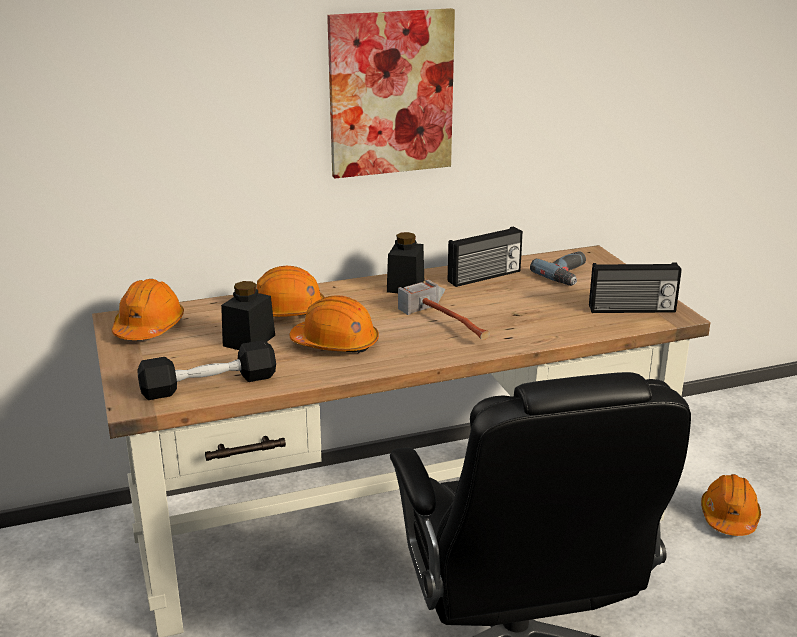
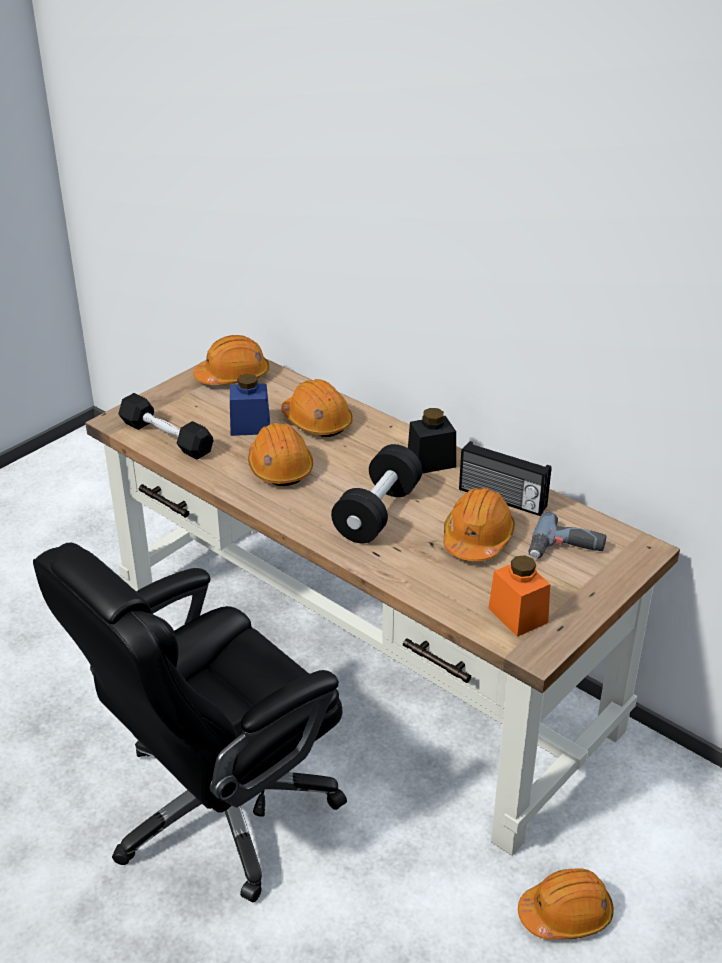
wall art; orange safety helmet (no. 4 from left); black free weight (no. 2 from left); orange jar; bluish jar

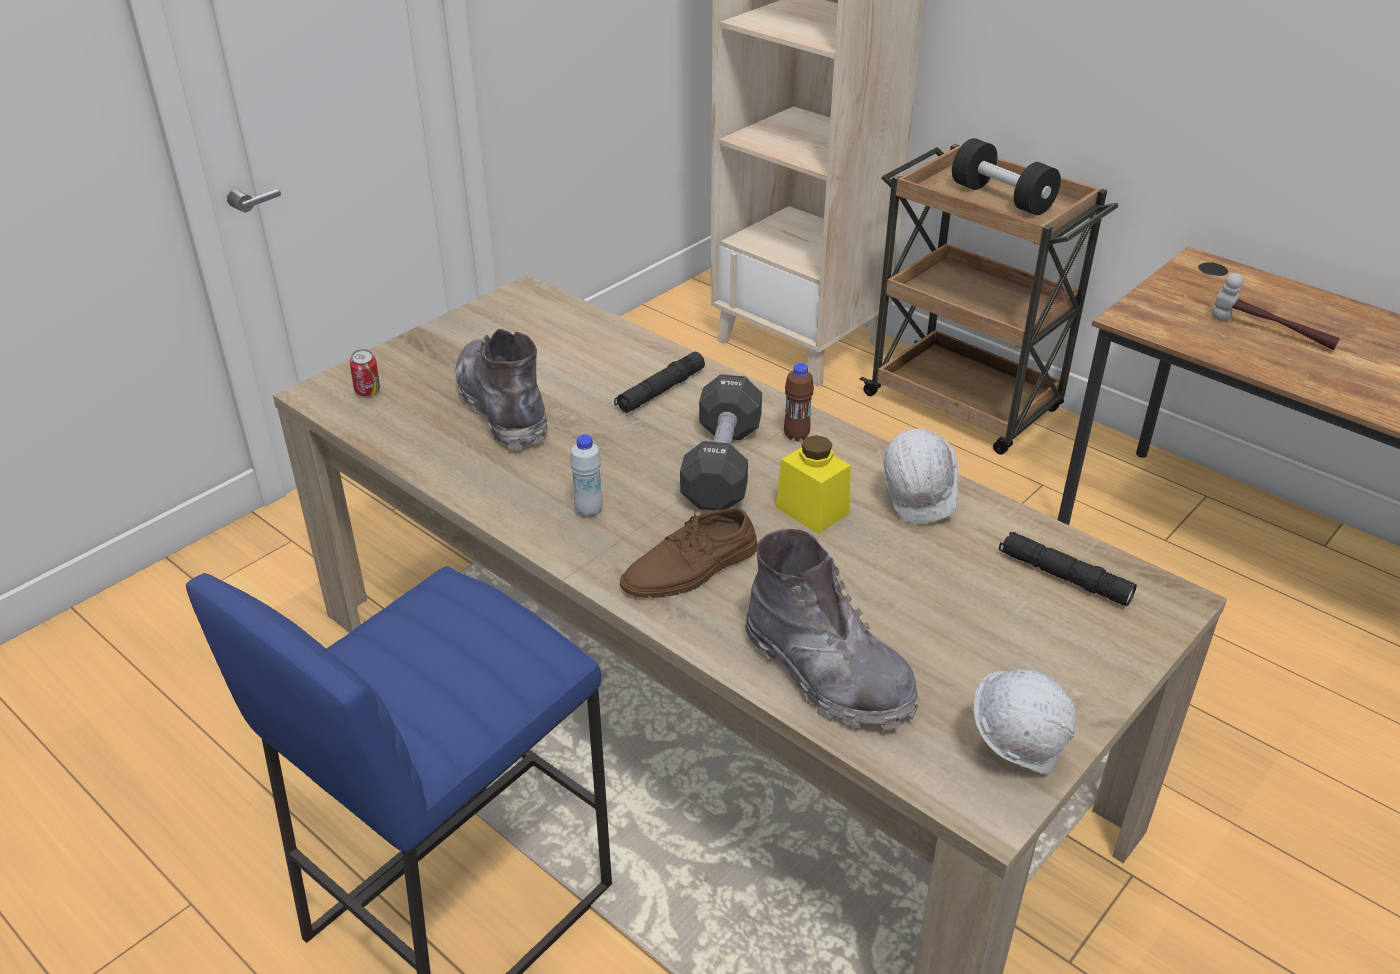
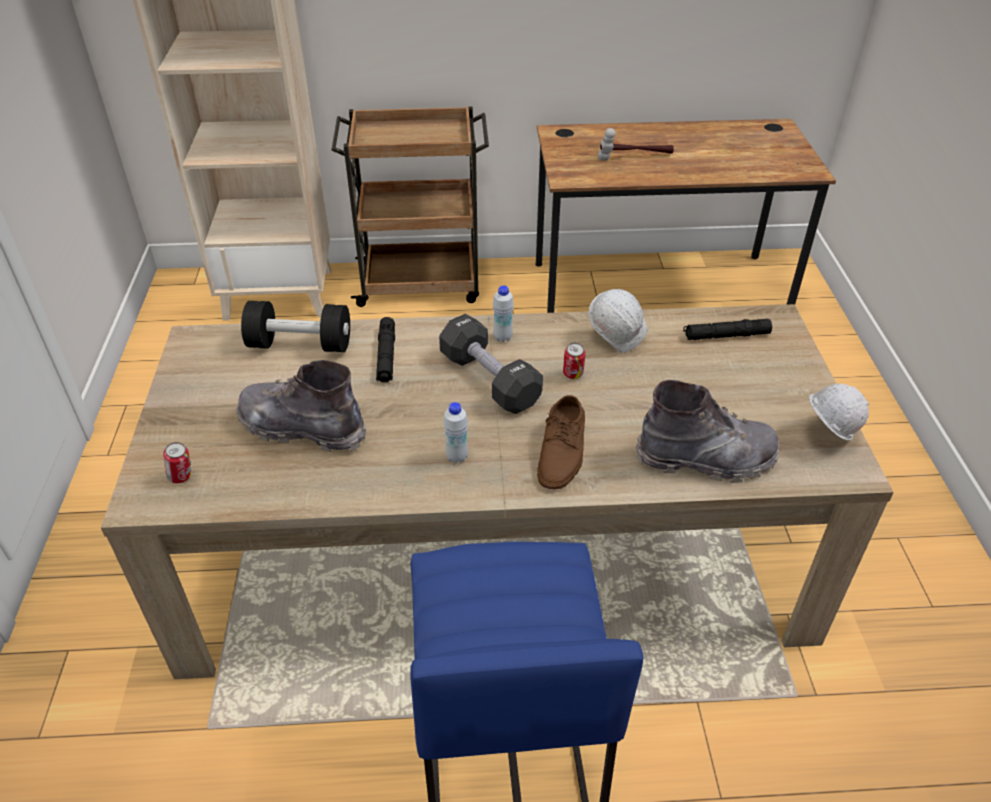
black free weight (no. 1 from left); metal can (no. 2 from left); white drink bottle (no. 2 from left)

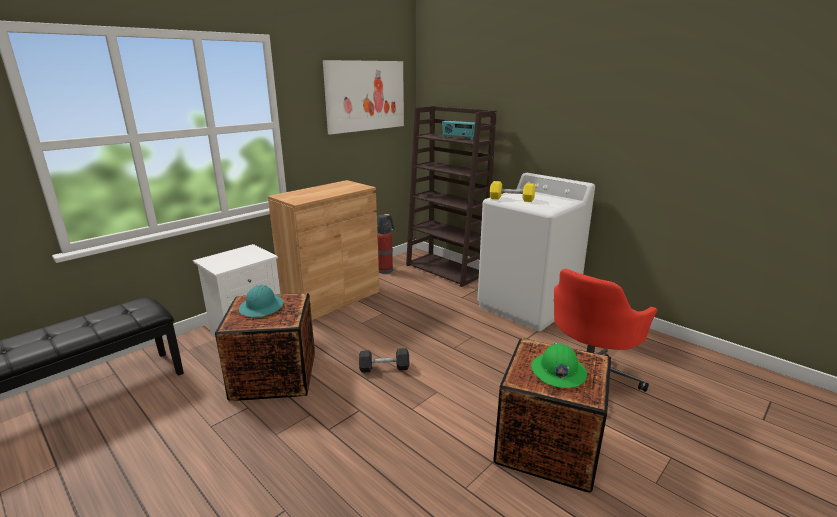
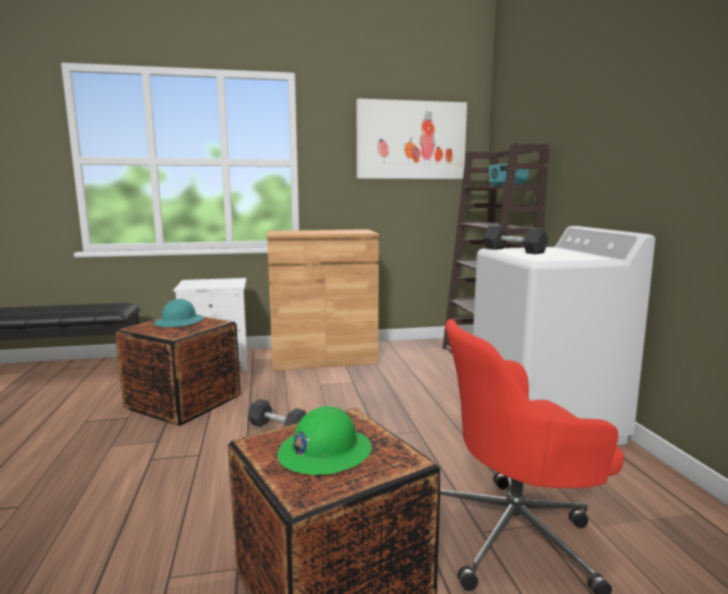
fire extinguisher; gray free weight (no. 2 from left)

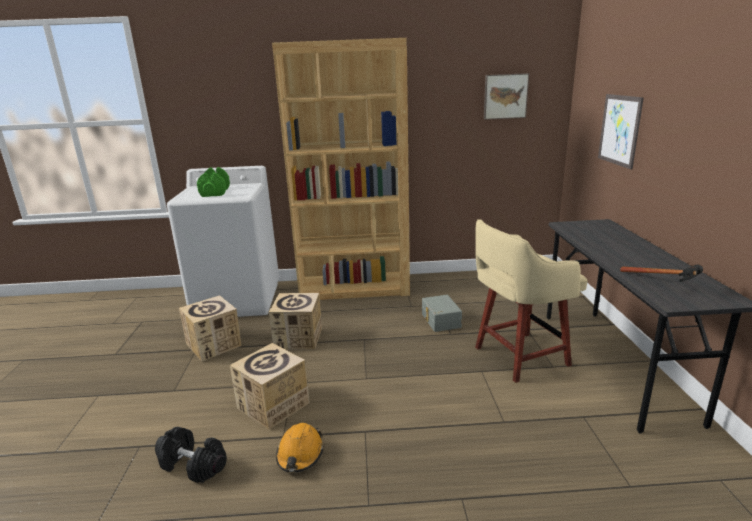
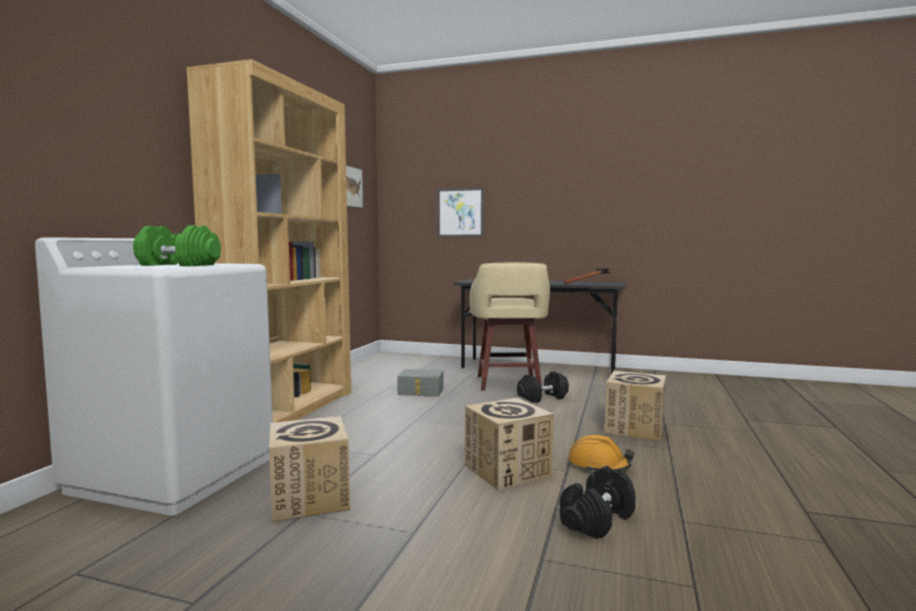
black free weight (no. 1 from left); packing box (no. 3 from left)

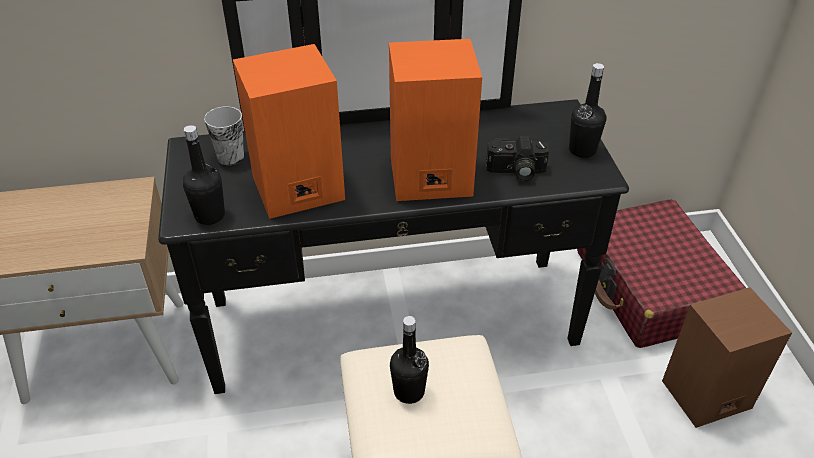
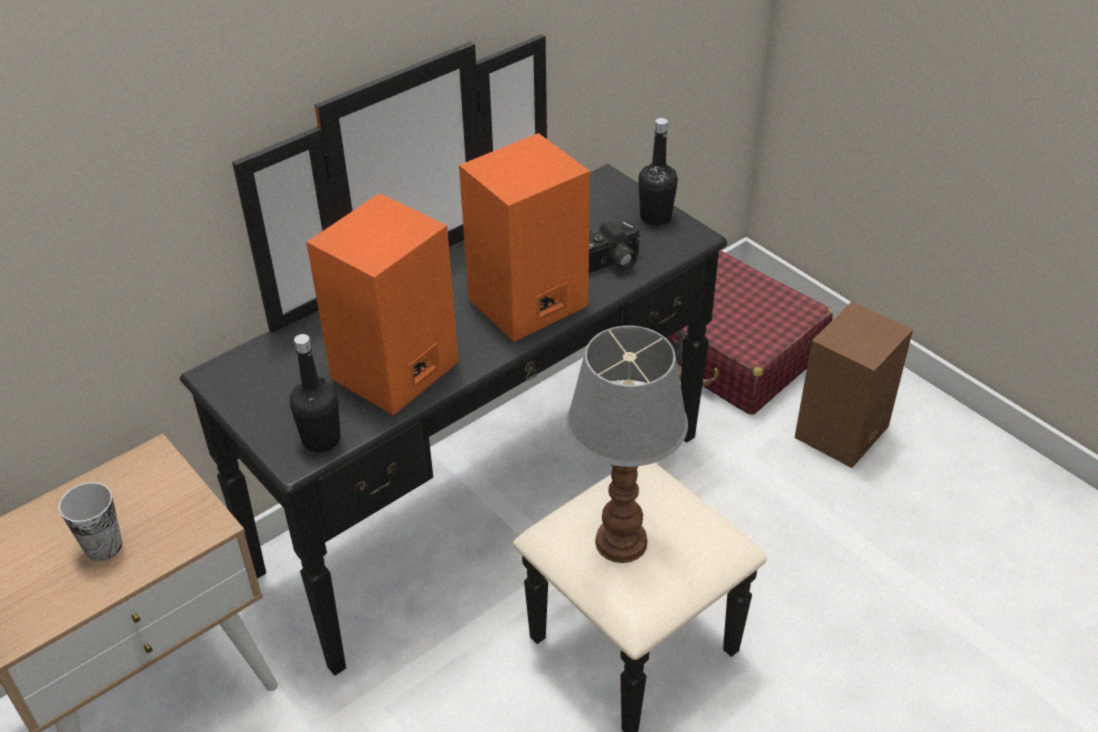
small cup; lamp for a table

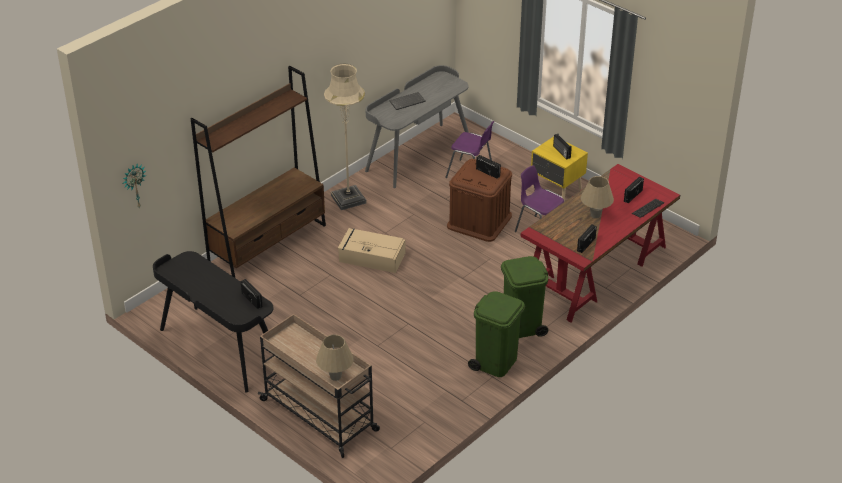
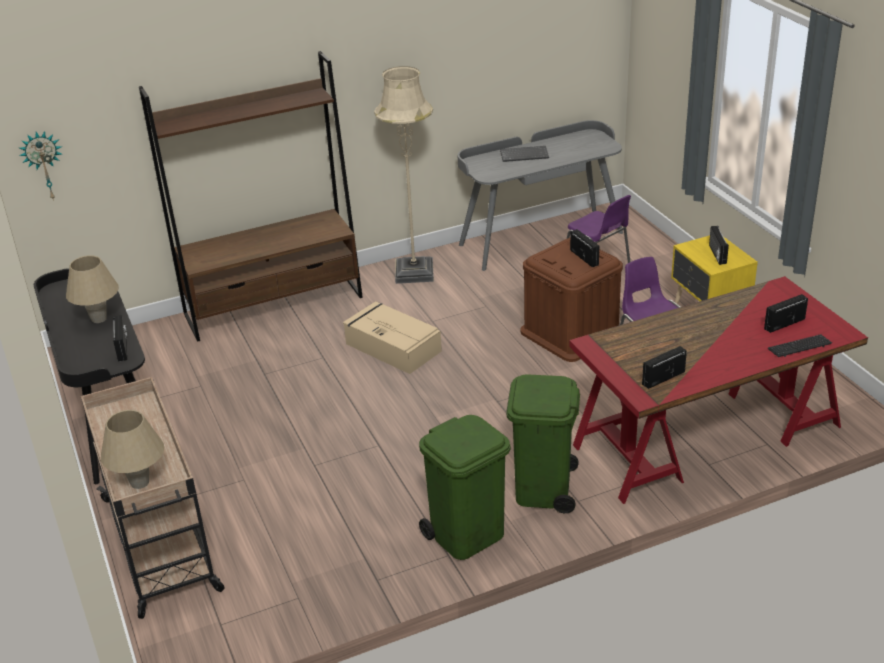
beige lamp for a table (no. 1 from left)

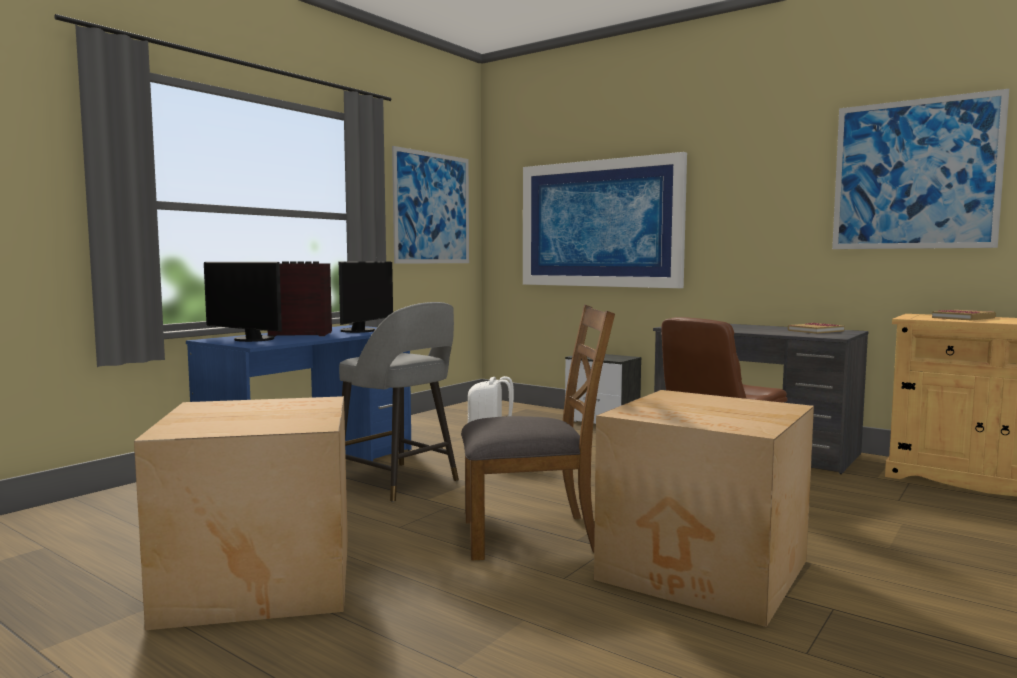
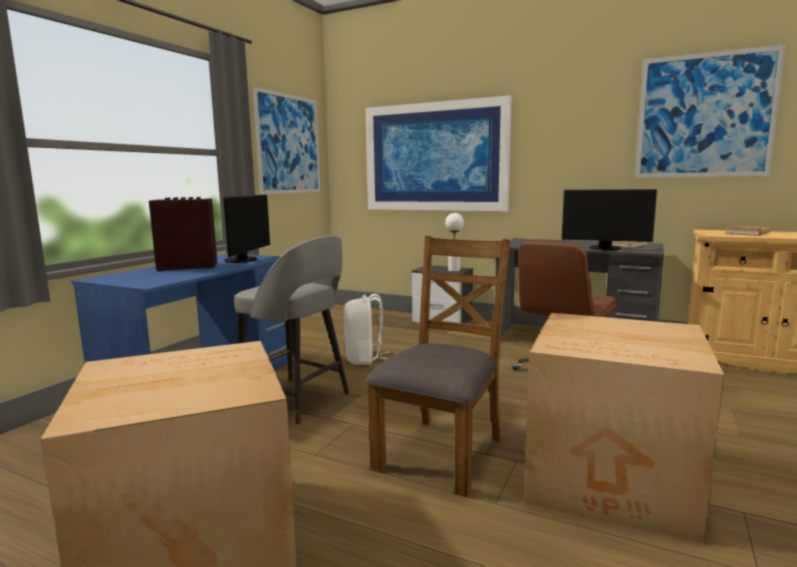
white lamp for a table; computer screen (no. 2 from left); brownish plain chair

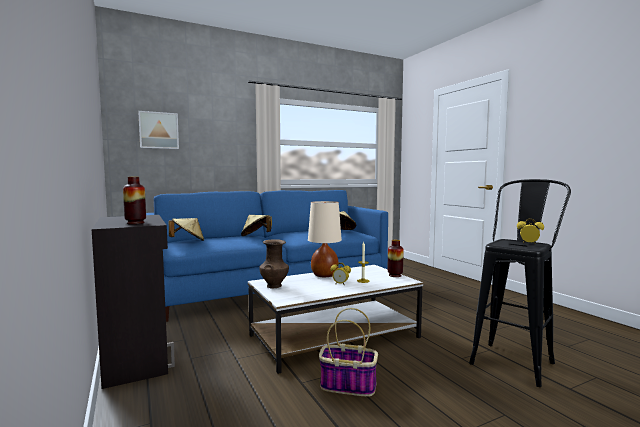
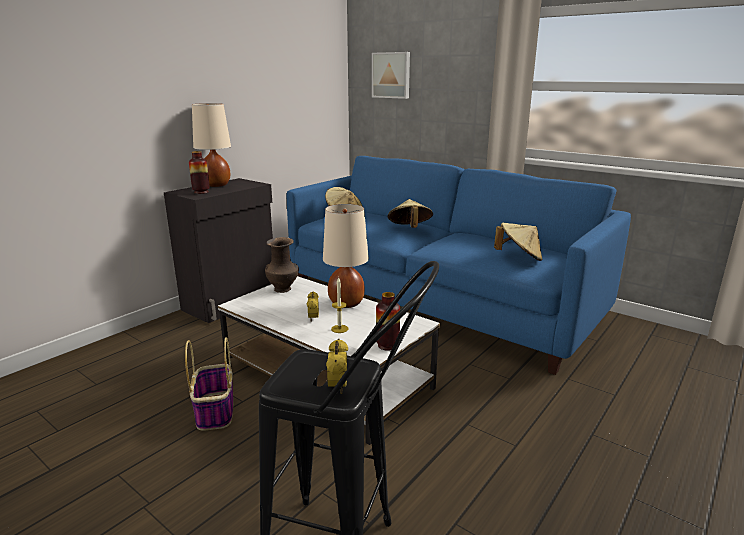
beige lamp for a table (no. 1 from left)

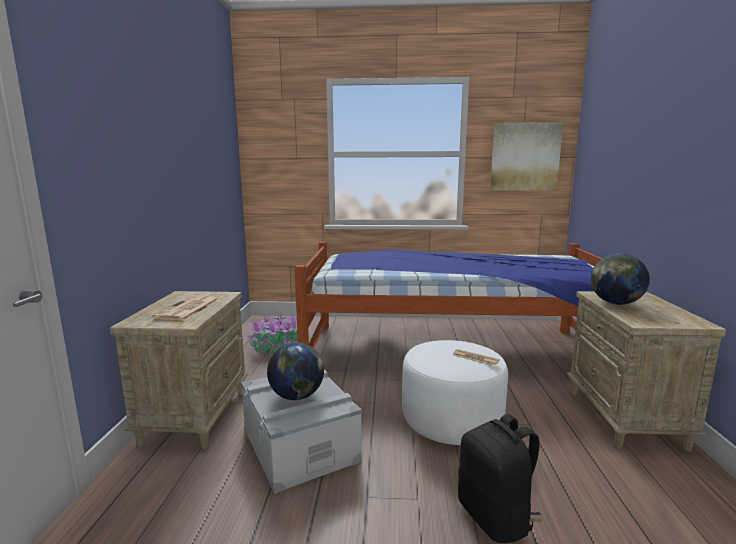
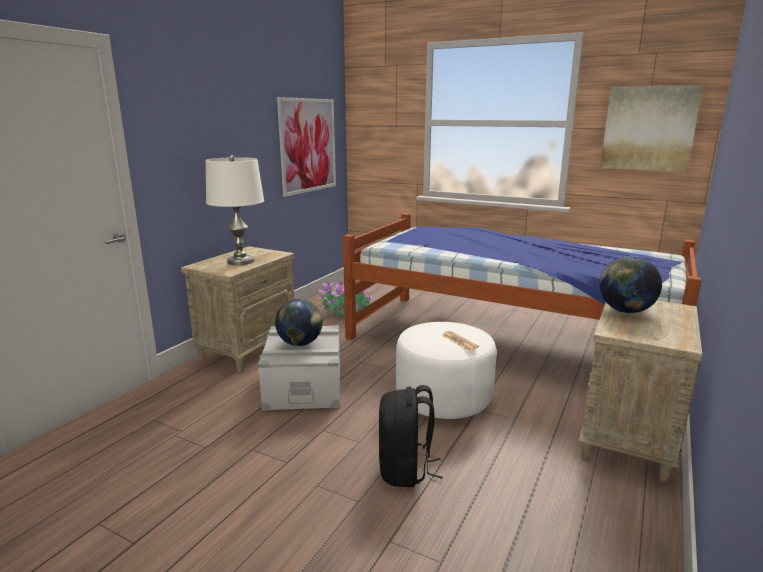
wall art (no. 1 from left); white lamp for a table

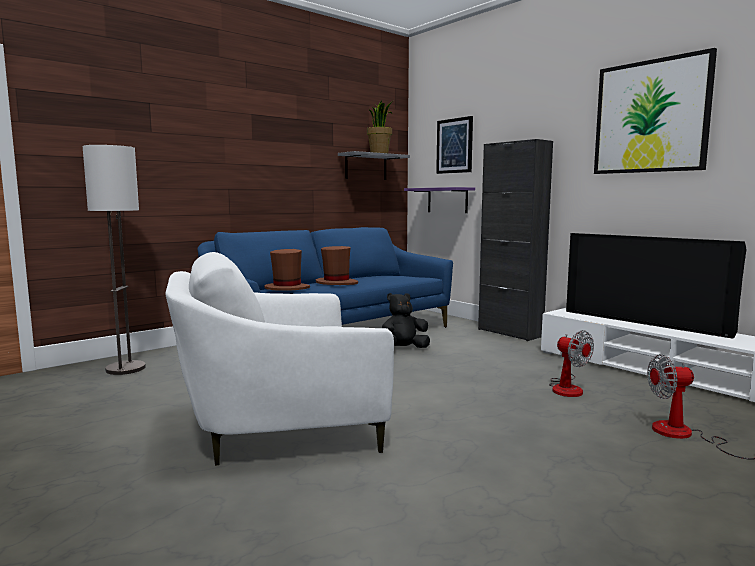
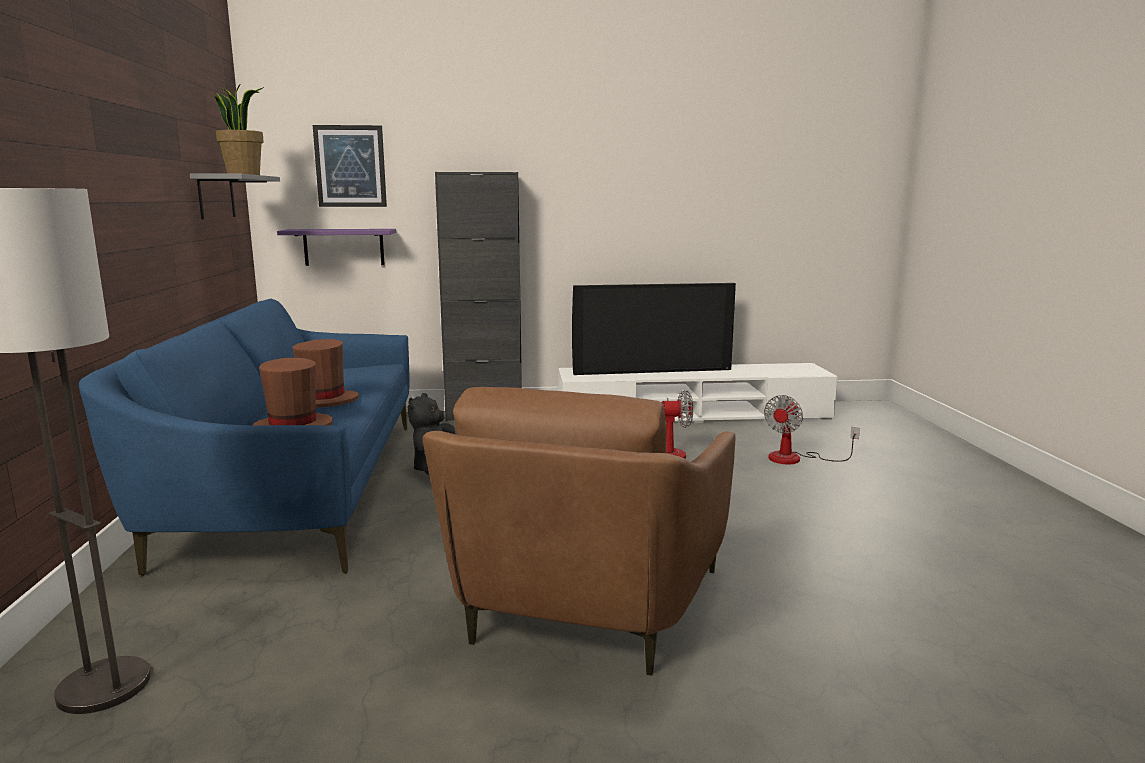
wall art (no. 2 from left in the first image); brownish lounge chair

